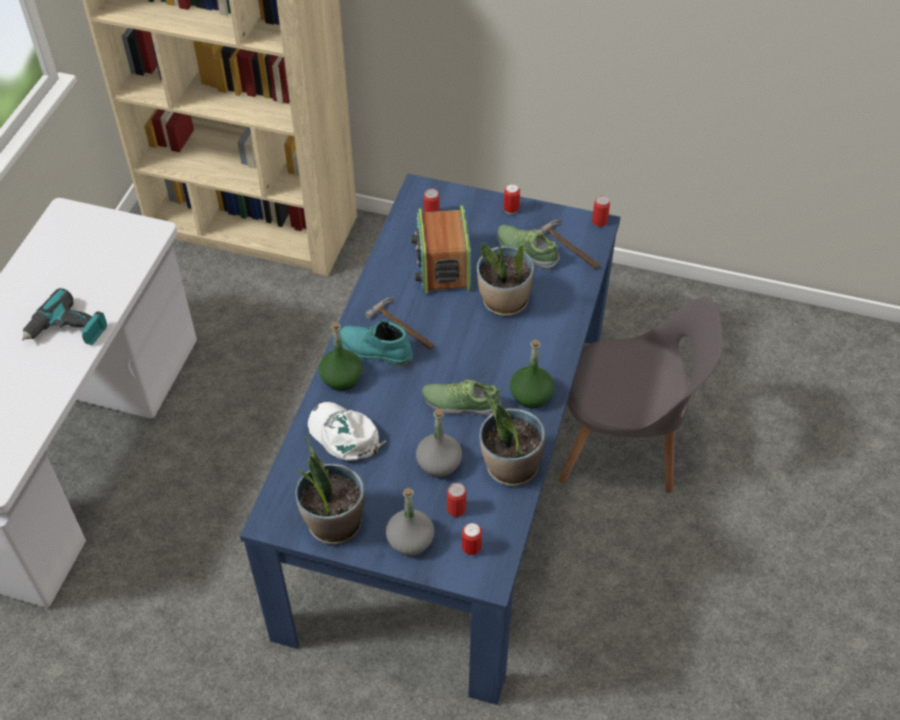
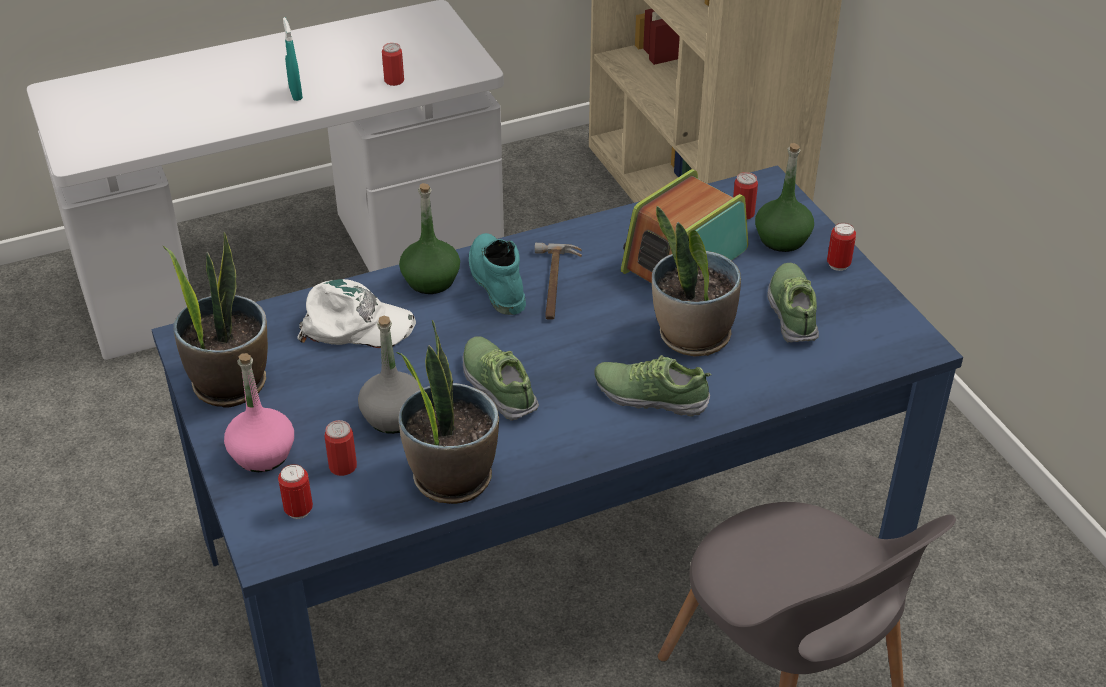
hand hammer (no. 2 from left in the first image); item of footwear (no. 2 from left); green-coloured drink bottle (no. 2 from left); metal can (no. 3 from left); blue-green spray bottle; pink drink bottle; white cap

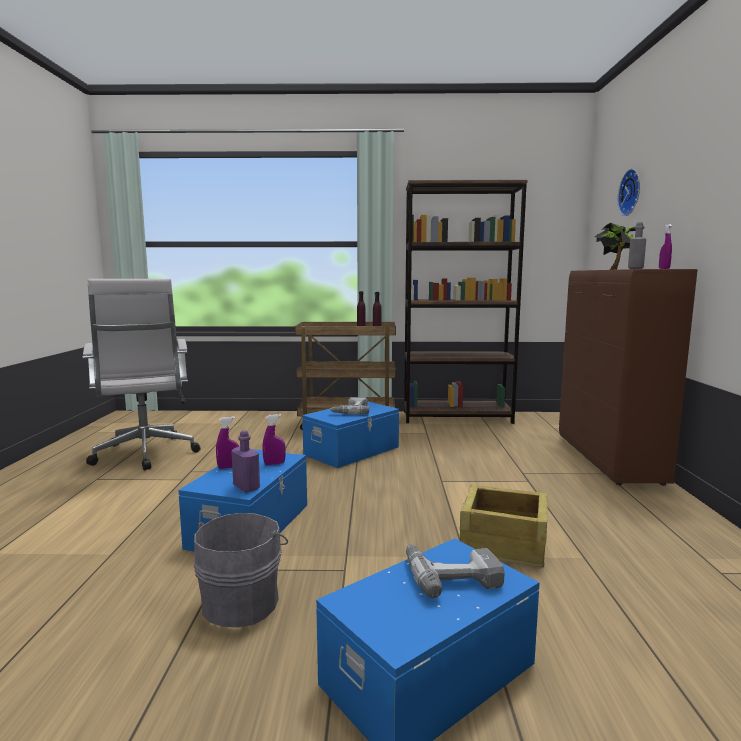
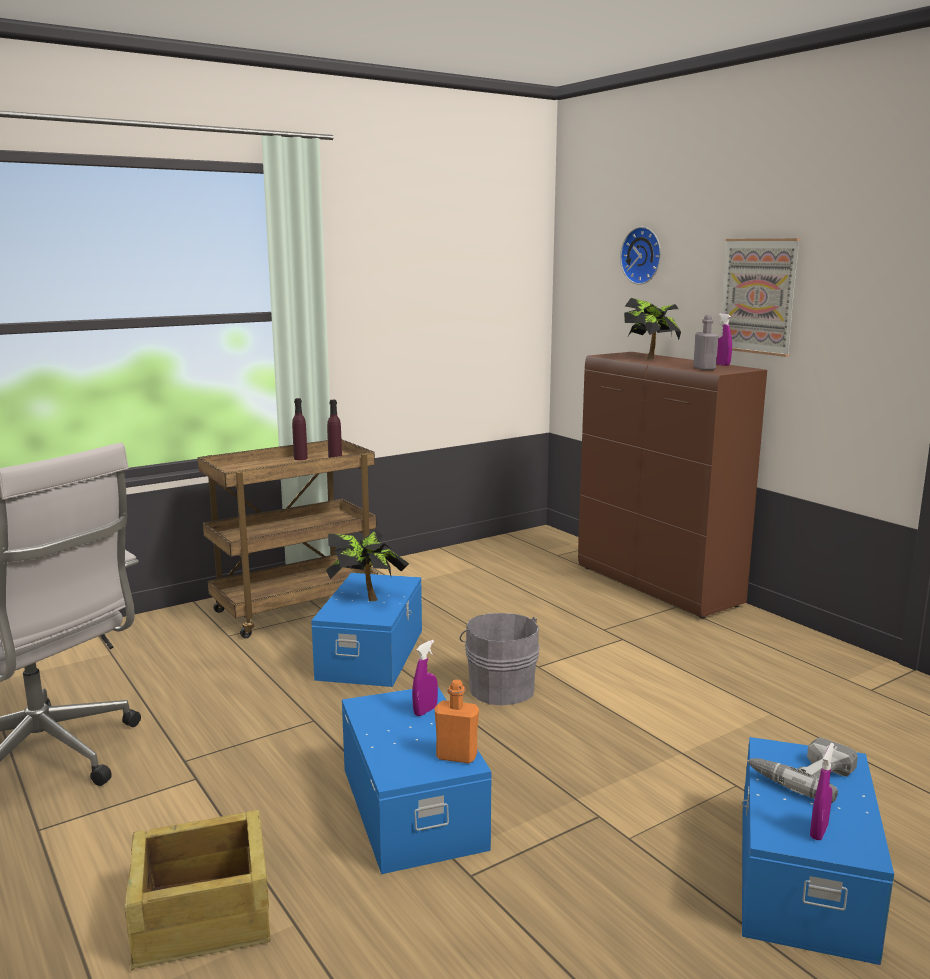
brownish bookcase; wall art; gray bucket; purple spray bottle (no. 3 from left); crate; plant in a pot (no. 1 from left); orange drink bottle

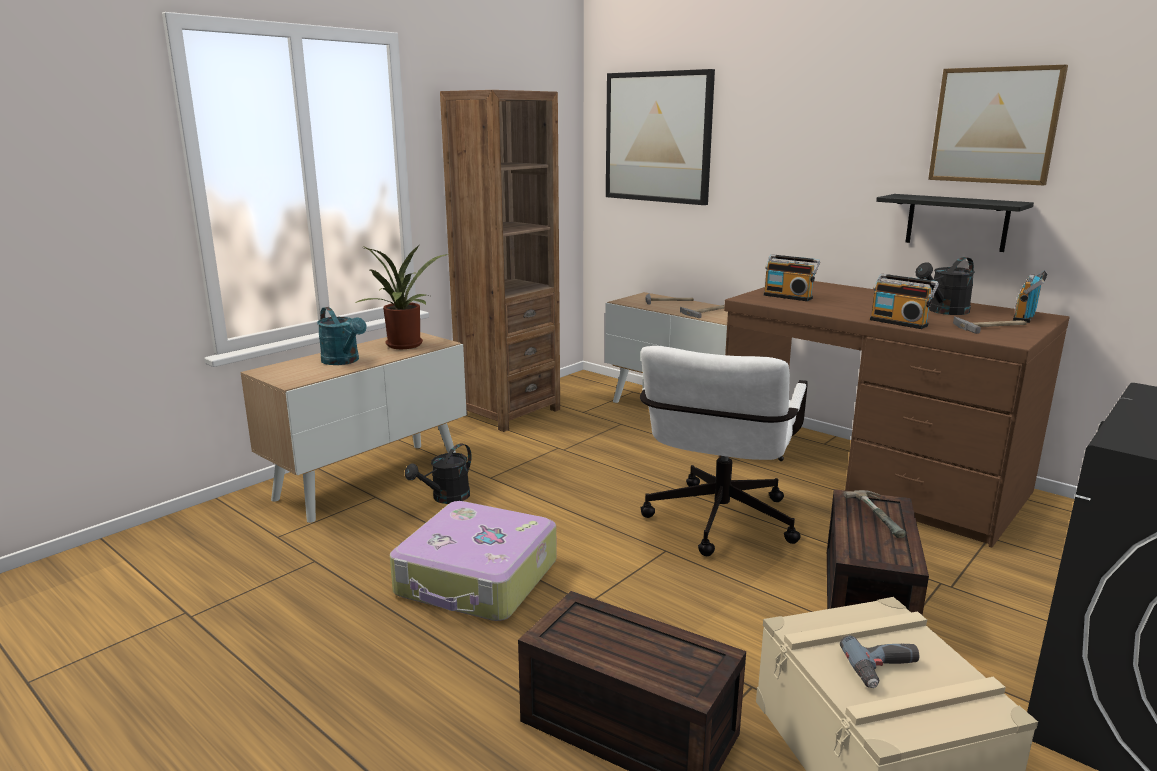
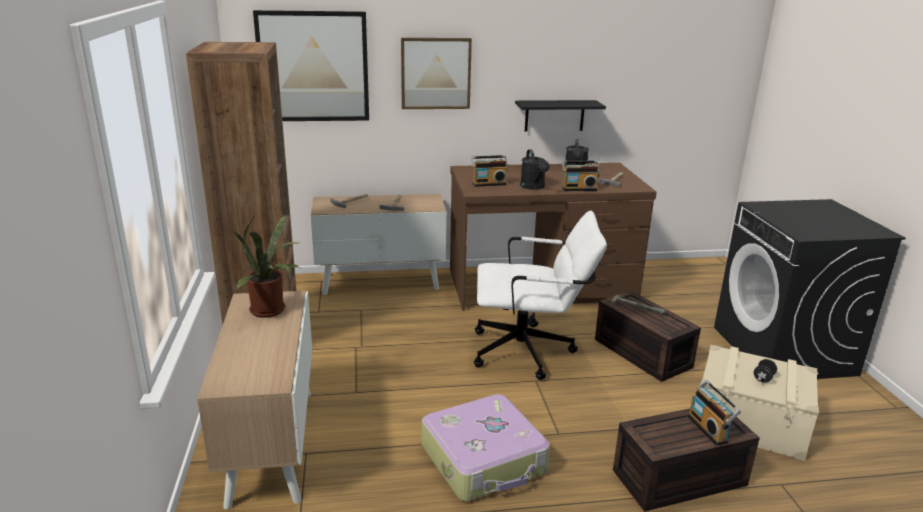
blue-green watering can; black watering can (no. 1 from left); wall art (no. 2 from left); radio (no. 3 from left); black free weight; white office chair

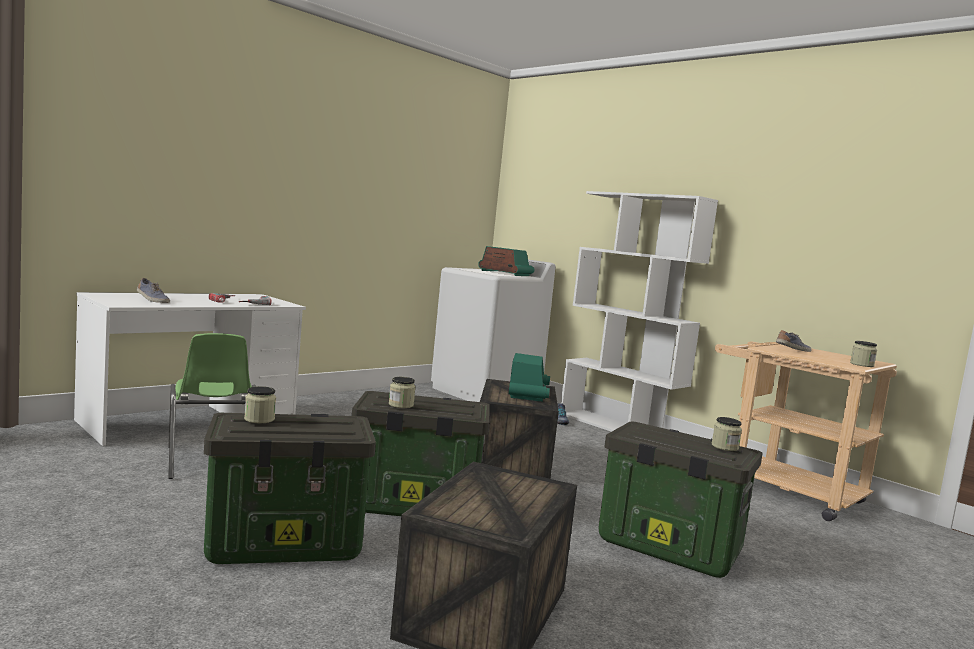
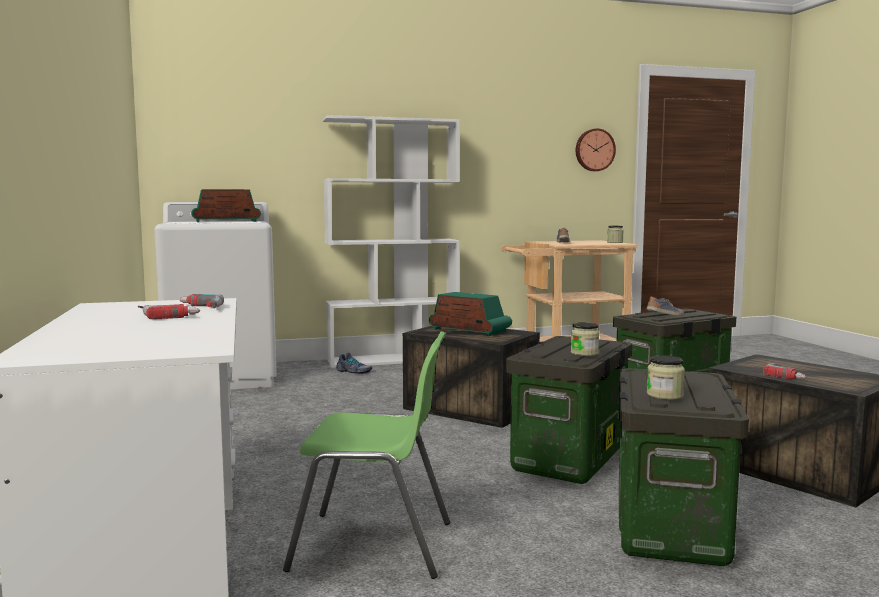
jar (no. 3 from left in the first image); wall clock; electric drill (no. 3 from left); item of footwear (no. 3 from left)

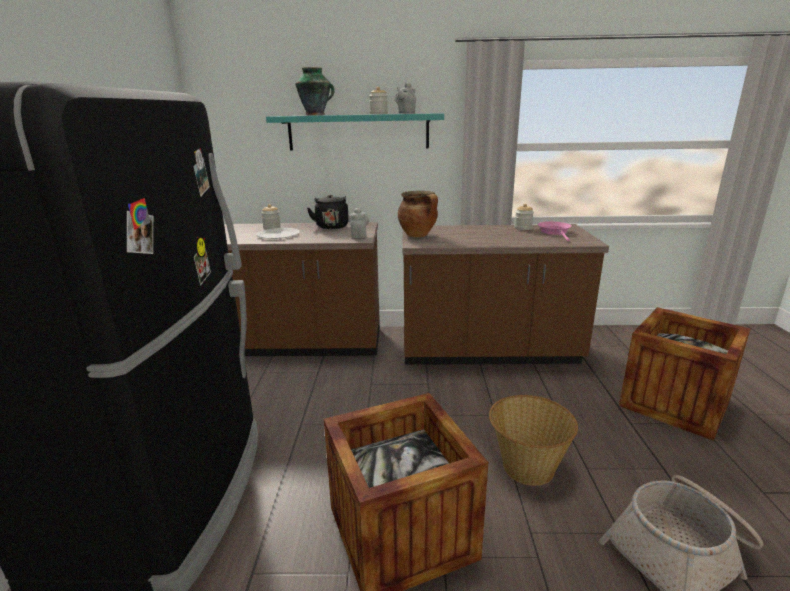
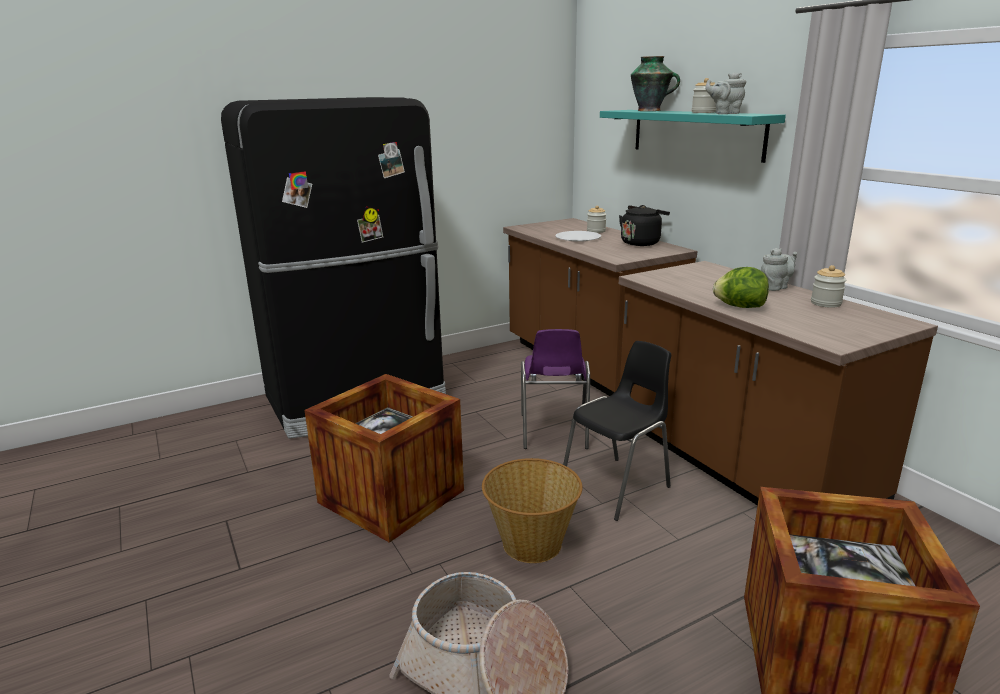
saucepot; pink skillet; purple plain chair; black plain chair; lettuce; gray pot for tea (no. 2 from left)

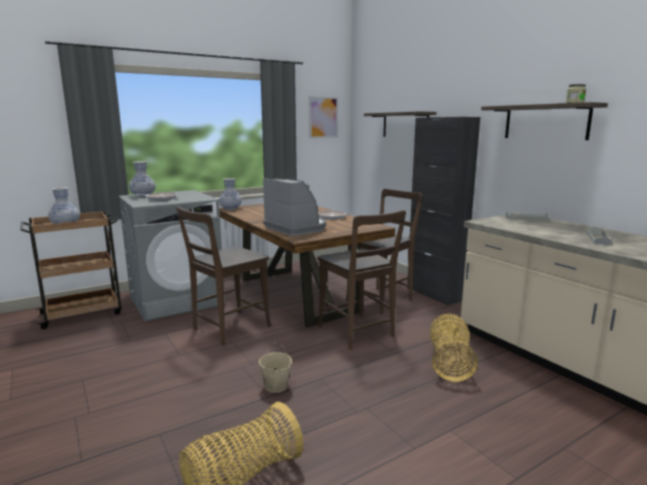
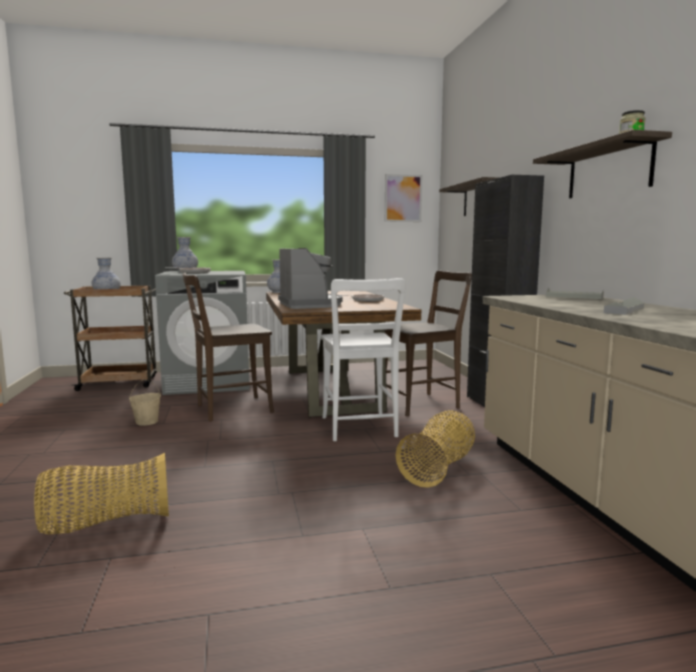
beige bucket; white plain chair

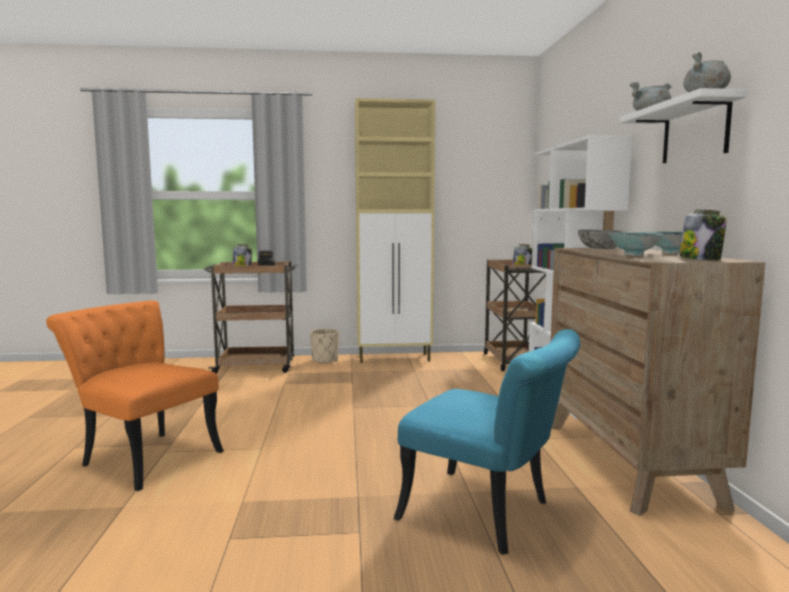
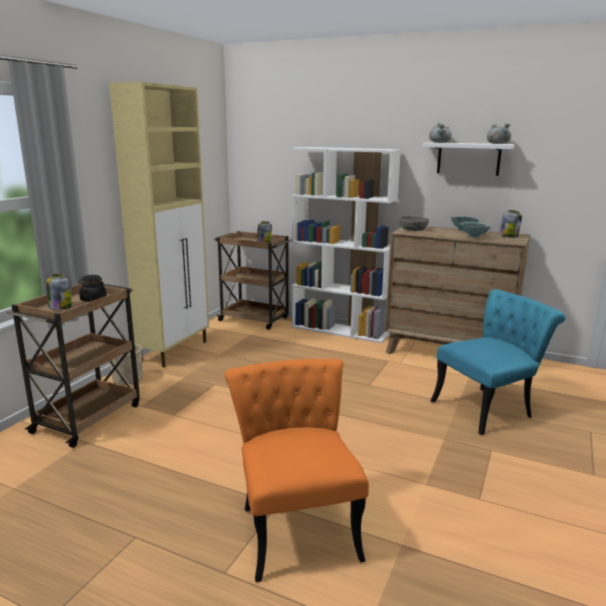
orange plain chair

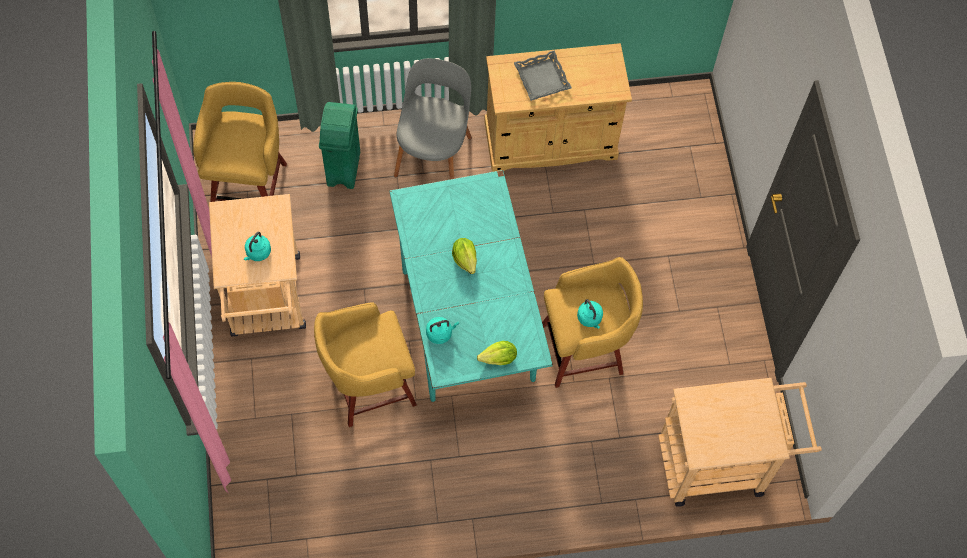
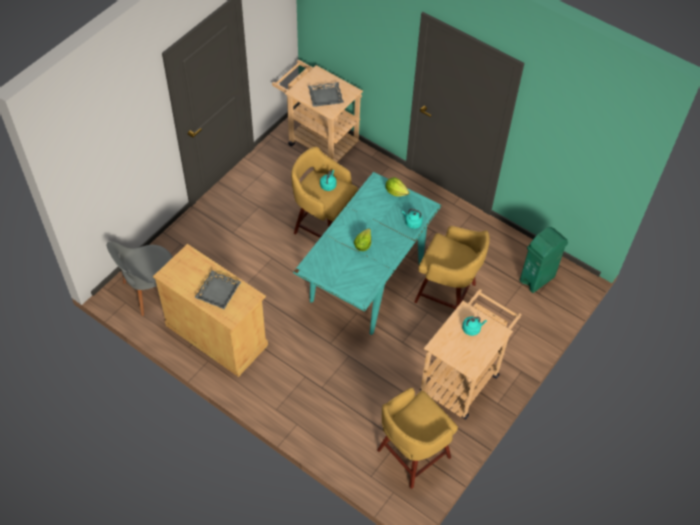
gray tray (no. 2 from left); green-coloured trash can; gray plain chair

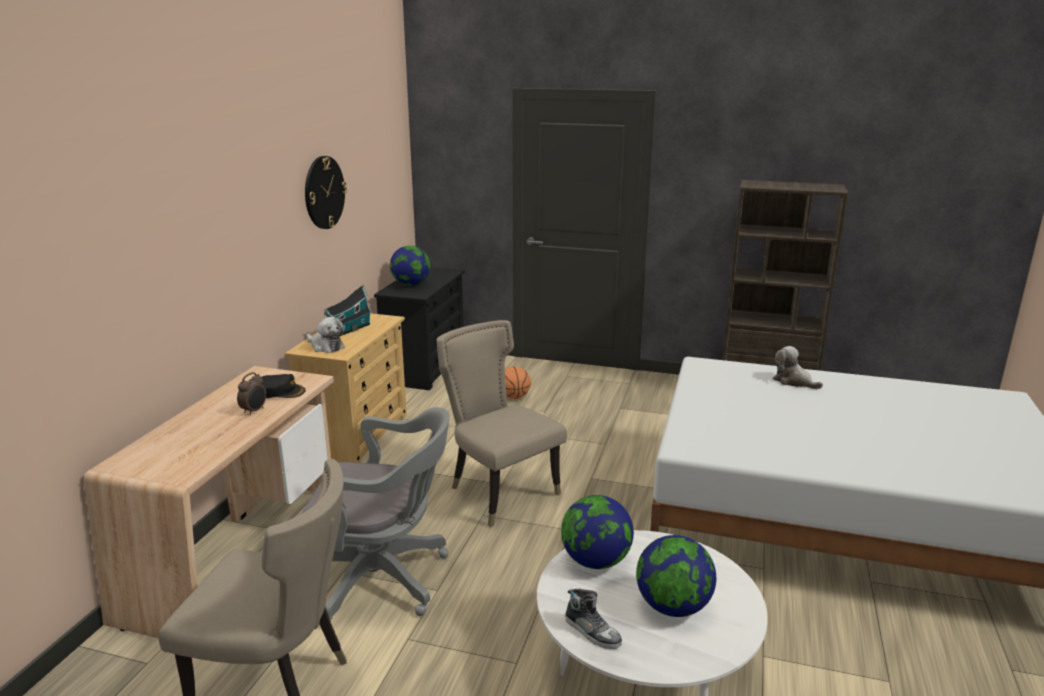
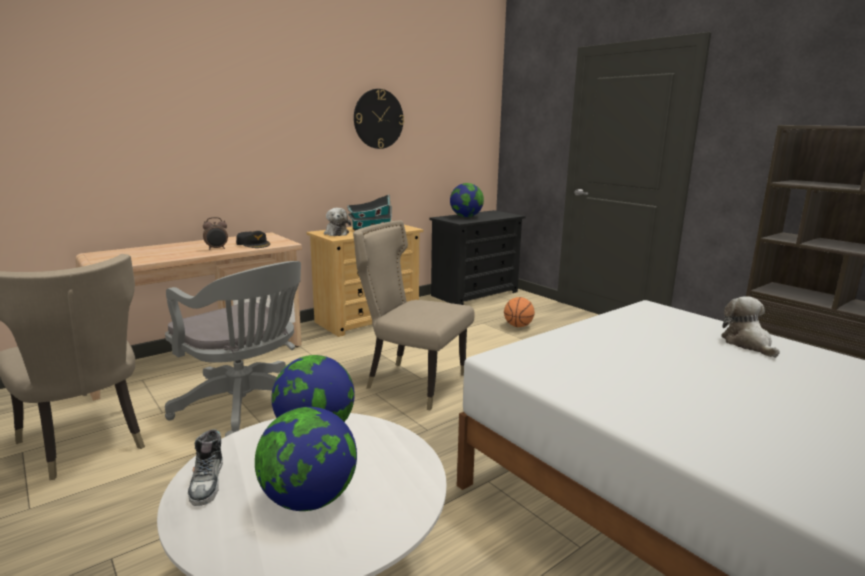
beige plain chair (no. 2 from left)

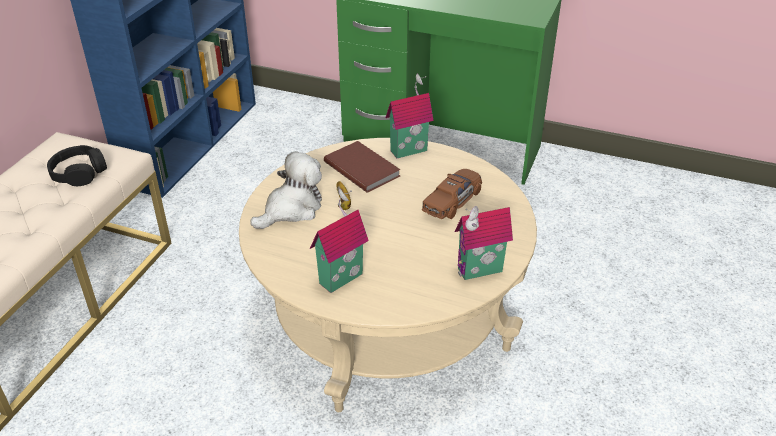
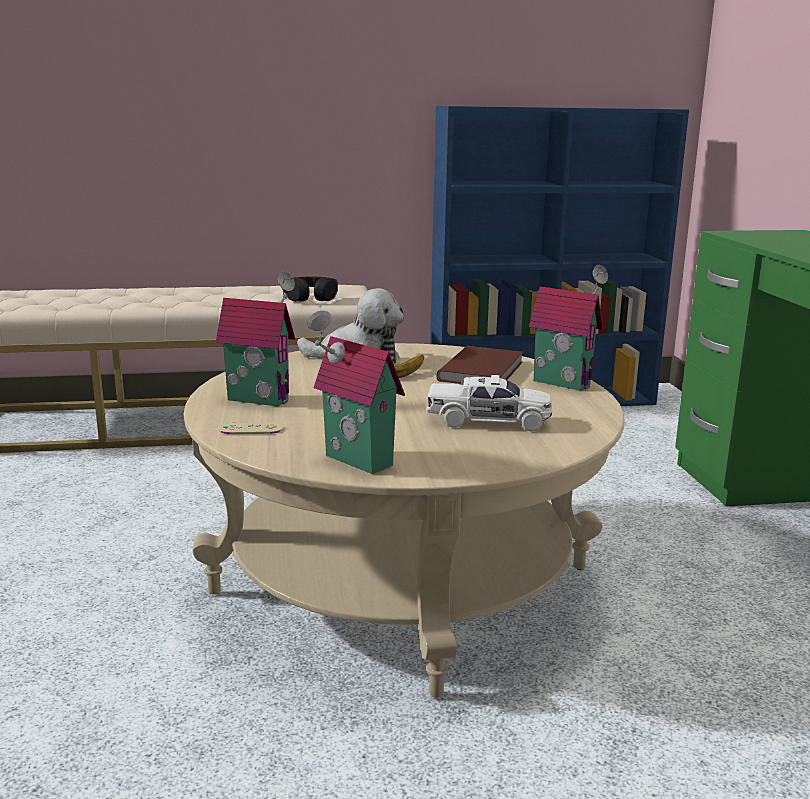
beige game controller; white model car

